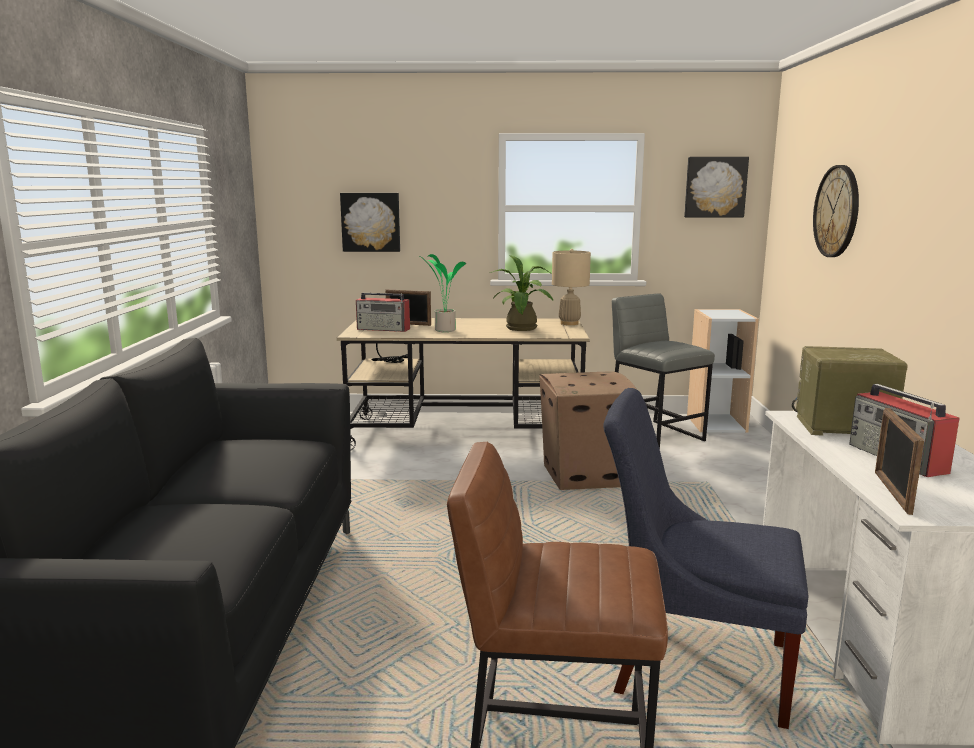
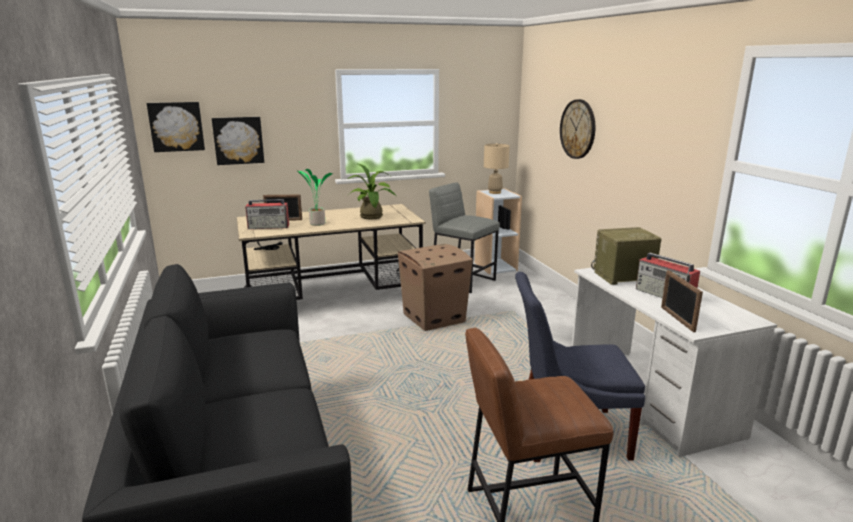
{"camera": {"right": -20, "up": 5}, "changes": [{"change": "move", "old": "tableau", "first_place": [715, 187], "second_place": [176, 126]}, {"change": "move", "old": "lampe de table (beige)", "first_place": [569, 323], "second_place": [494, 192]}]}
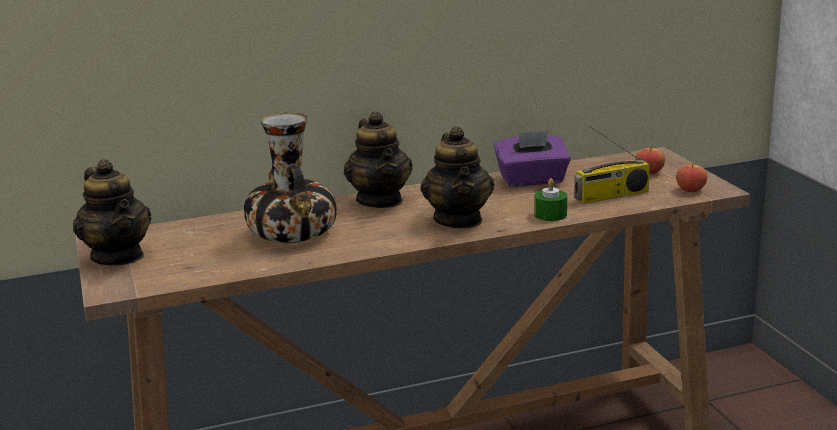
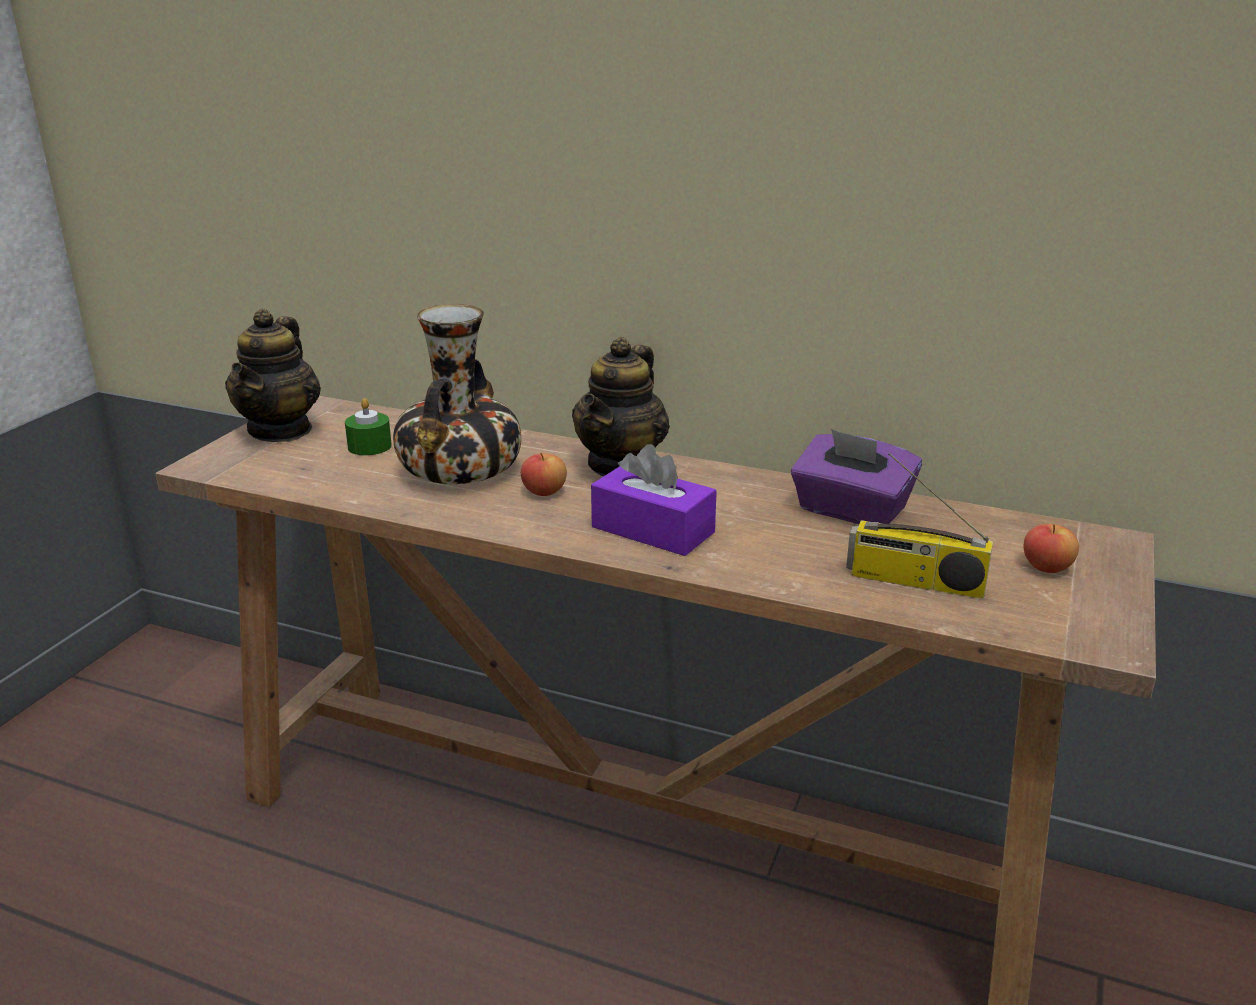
{"camera": {"right": 40, "up": 5}, "changes": [{"change": "replace", "old": "théière", "new": "boîte à mouchoirs (violet)", "first_place": [459, 220], "second_place": [653, 530]}, {"change": "move", "old": "pomme", "first_place": [690, 190], "second_place": [544, 492]}, {"change": "move", "old": "bougie (vert)", "first_place": [550, 215], "second_place": [369, 446]}]}
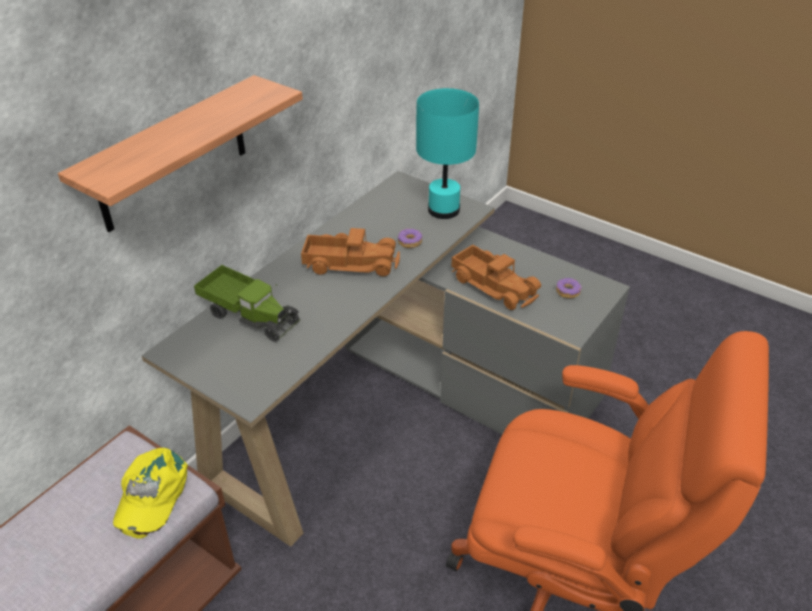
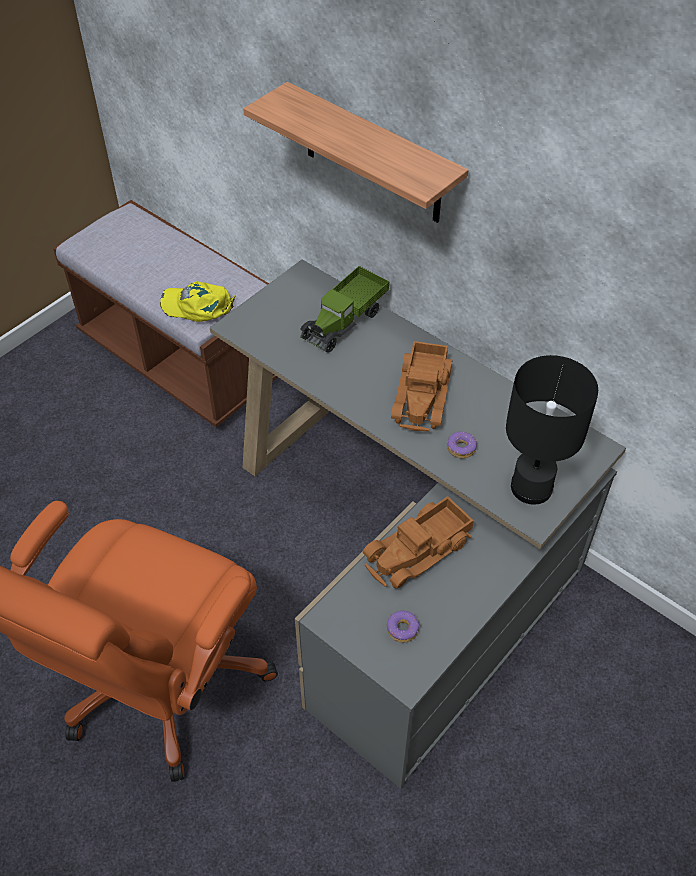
{"camera": {"right": 95, "up": 10}, "changes": [{"change": "recolor", "old": "lampe de table (turquoise)", "new": "lampe de table (noir)", "first_place": [444, 209], "second_place": [532, 488]}]}
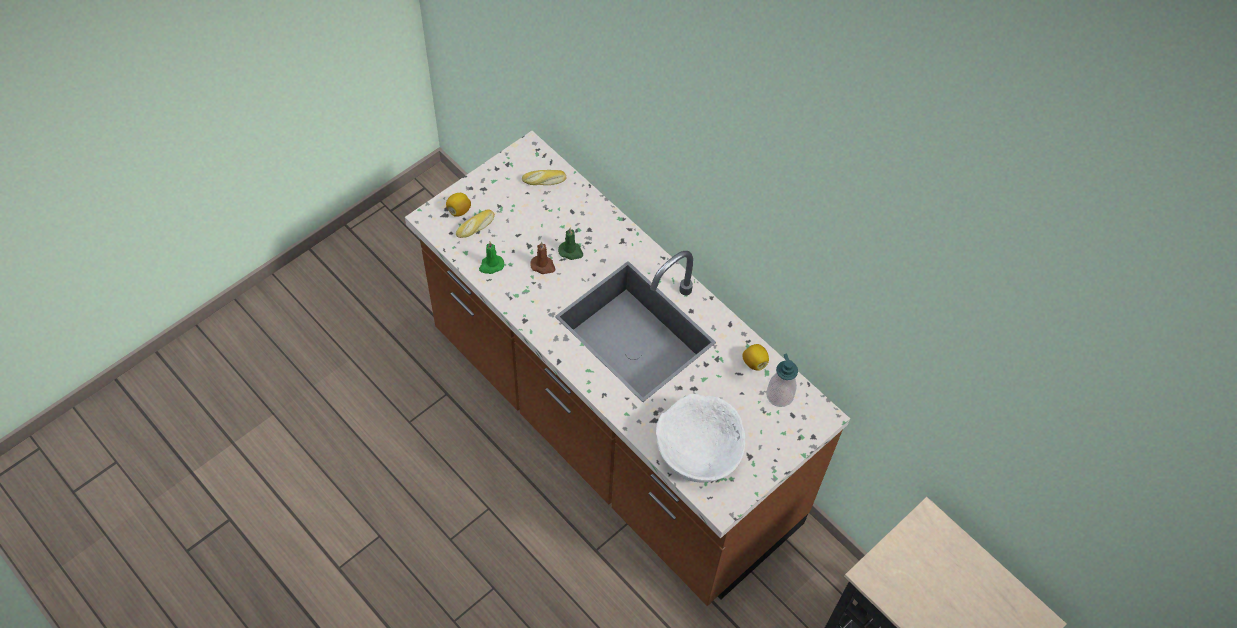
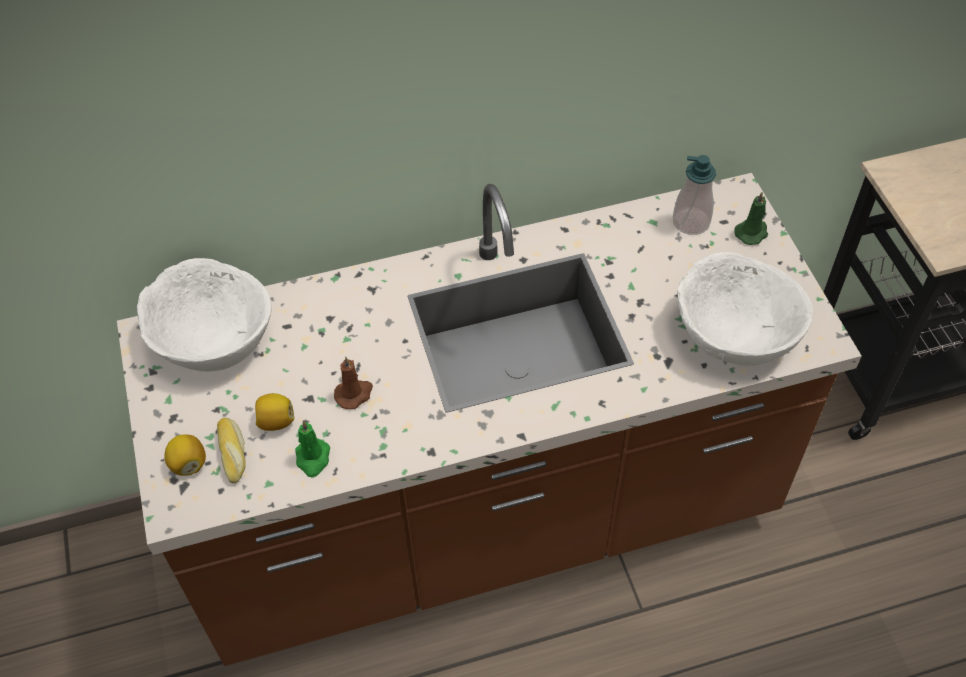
{"camera": {"right": -60, "up": -5}, "changes": [{"change": "replace", "old": "pain", "new": "bol (blanc)", "first_place": [544, 181], "second_place": [214, 339]}, {"change": "move", "old": "bougie (vert)", "first_place": [571, 251], "second_place": [752, 232]}, {"change": "move", "old": "citron", "first_place": [754, 362], "second_place": [275, 421]}]}
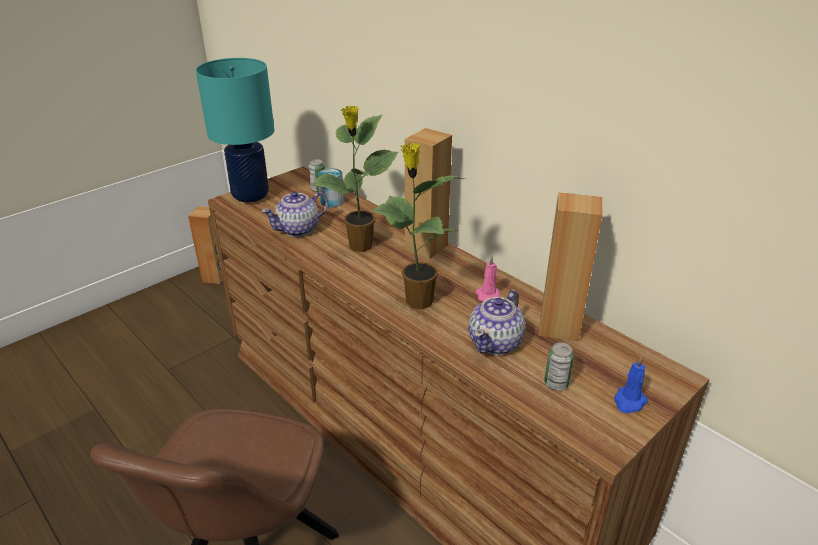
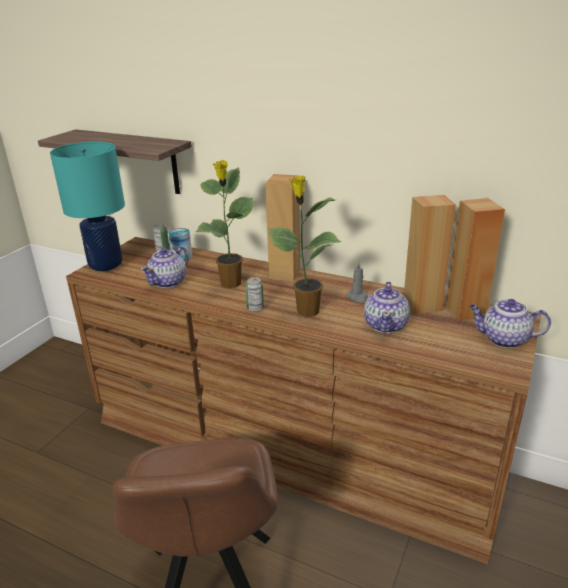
{"camera": {"right": -20, "up": -5}, "changes": [{"change": "move", "old": "enceinte (marron)", "first_place": [216, 277], "second_place": [466, 311]}, {"change": "recolor", "old": "bougie (rose)", "new": "bougie (gris)", "first_place": [488, 297], "second_place": [357, 297]}, {"change": "move", "old": "boîte métallique", "first_place": [556, 384], "second_place": [255, 308]}, {"change": "replace", "old": "bougie (bleu)", "new": "théière", "first_place": [629, 402], "second_place": [503, 339]}, {"change": "insert", "new": "étagère", "second_place": [134, 161]}]}
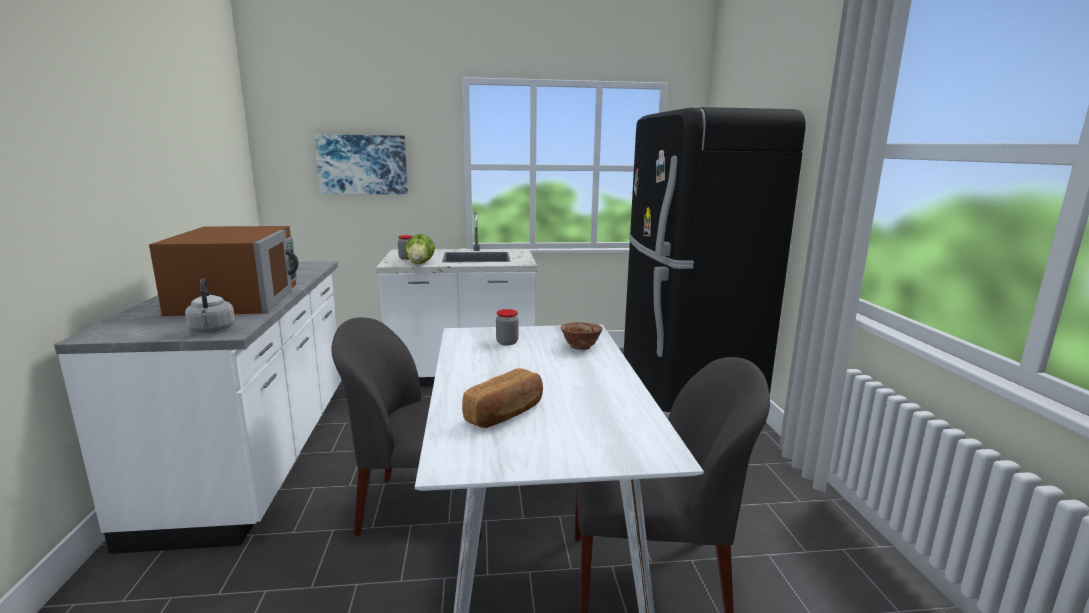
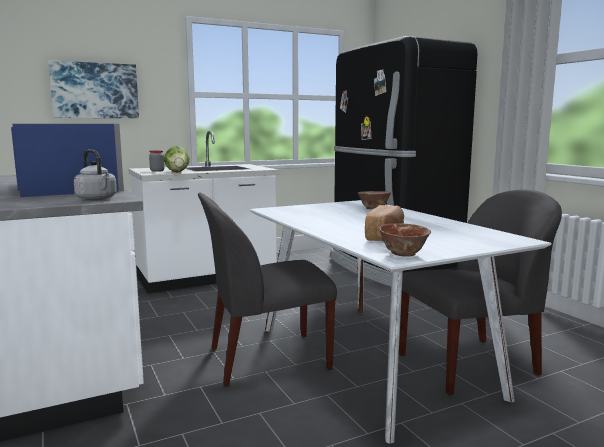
{"camera": {"right": -20, "up": -5}, "changes": [{"change": "recolor", "old": "micro-ondes (marron)", "new": "micro-ondes (bleu)", "first_place": [238, 298], "second_place": [68, 187]}, {"change": "delete", "old": "bocal", "first_place": [507, 342]}, {"change": "insert", "new": "bol", "second_place": [403, 254]}]}
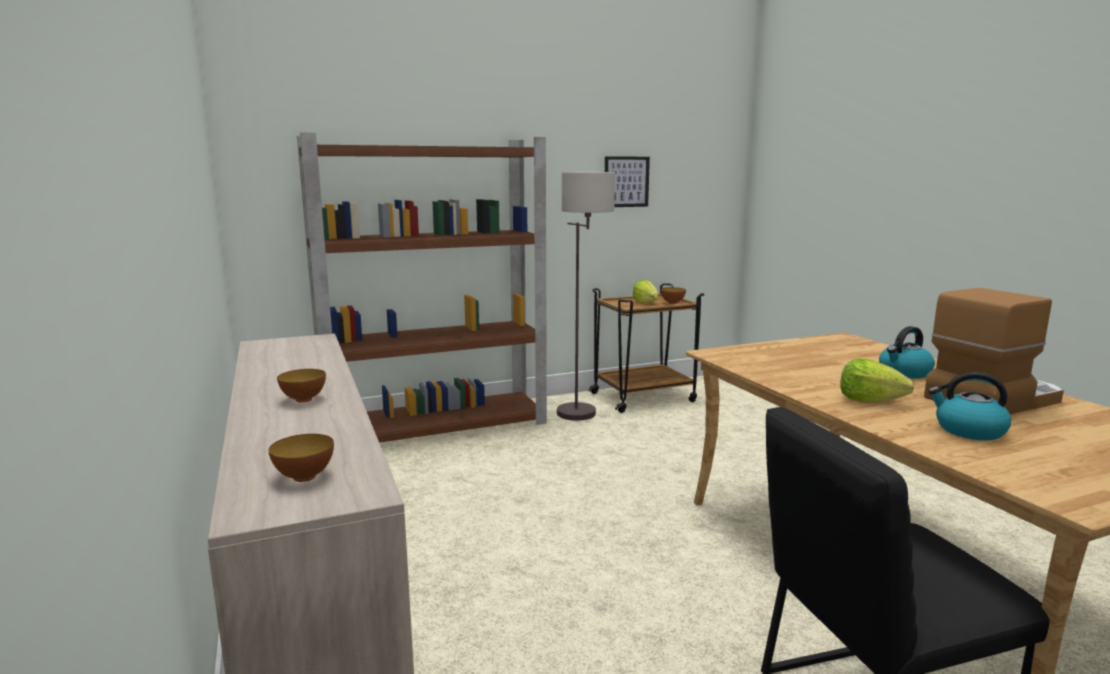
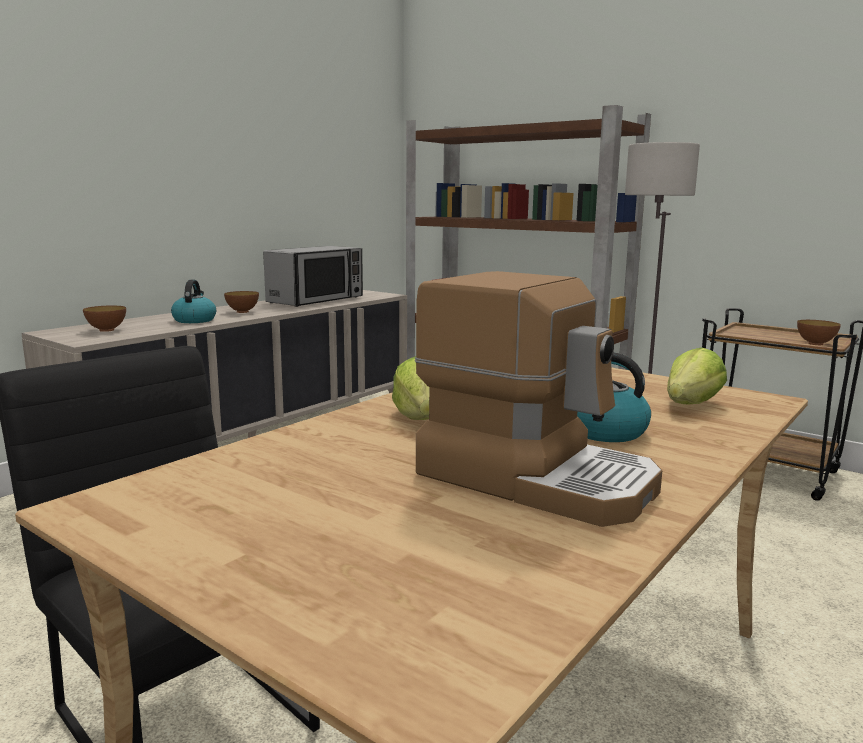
{"camera": {"right": 60, "up": 0}, "changes": [{"change": "delete", "old": "tableau", "first_place": [626, 181]}, {"change": "move", "old": "laitue", "first_place": [646, 302], "second_place": [691, 404]}, {"change": "move", "old": "bouilloire", "first_place": [968, 430], "second_place": [194, 320]}, {"change": "insert", "new": "micro-ondes", "second_place": [316, 300]}]}
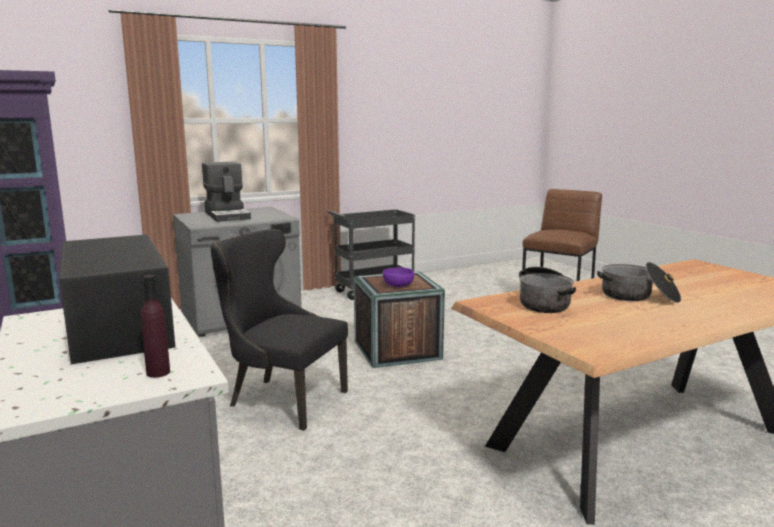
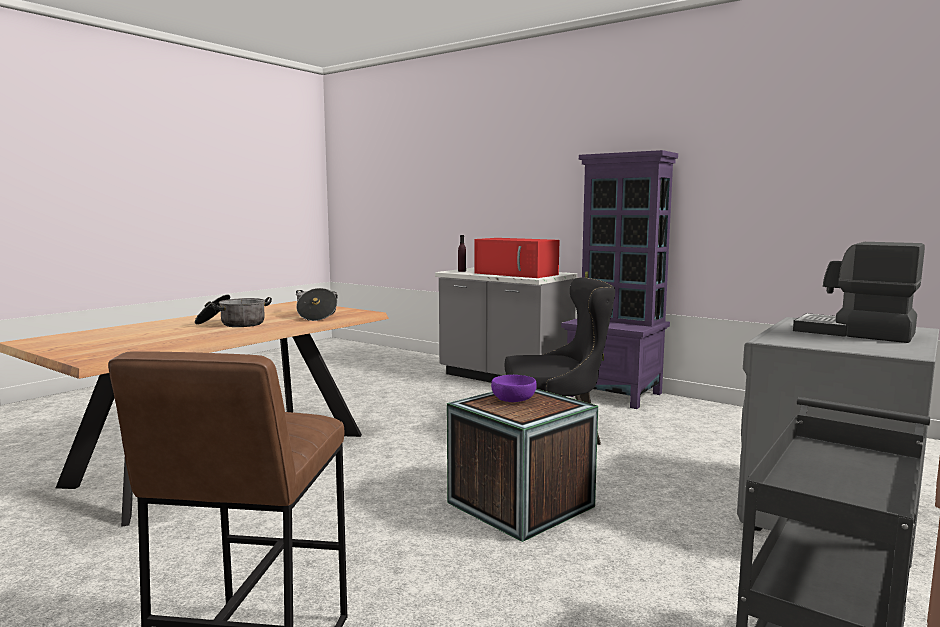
{"camera": {"right": 155, "up": -5}, "changes": [{"change": "recolor", "old": "micro-ondes (noir)", "new": "micro-ondes (rouge)", "first_place": [117, 326], "second_place": [517, 274]}]}
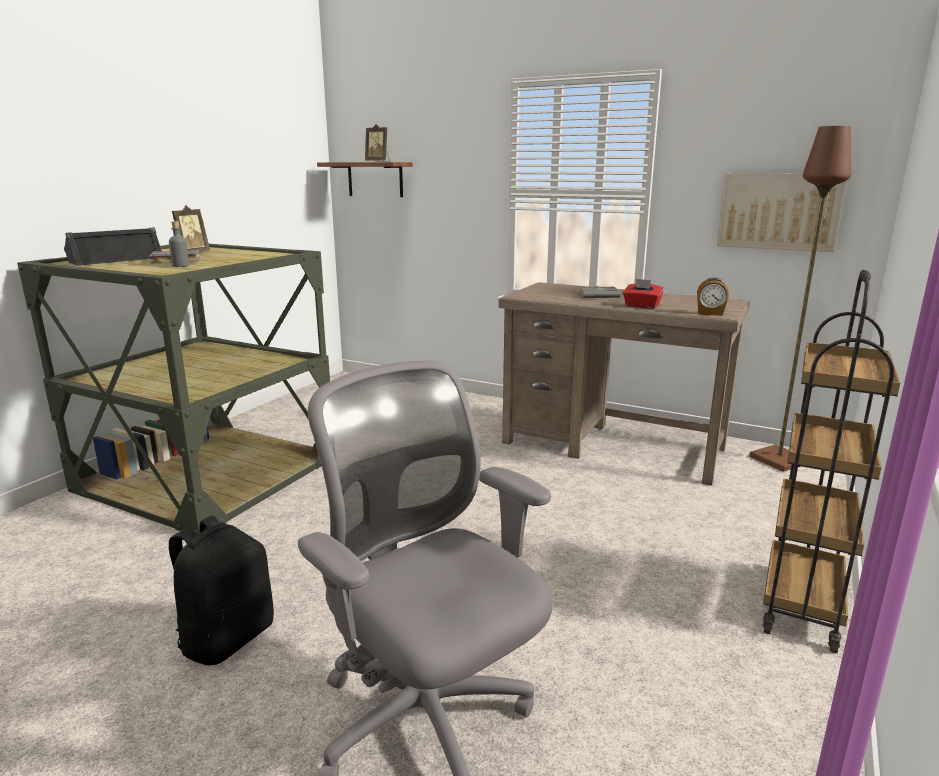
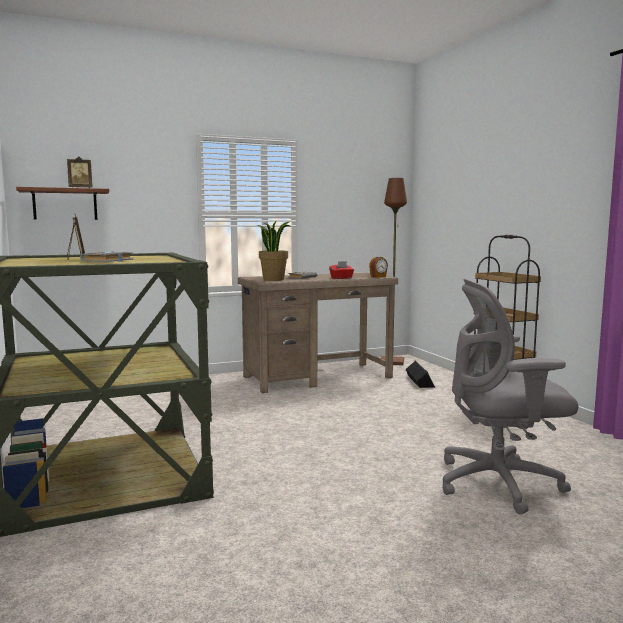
{"camera": {"right": -50, "up": -10}, "changes": [{"change": "delete", "old": "tableau", "first_place": [779, 211]}, {"change": "delete", "old": "bouteille (gris)", "first_place": [181, 266]}, {"change": "move", "old": "enceinte (noir)", "first_place": [116, 260], "second_place": [419, 381]}, {"change": "delete", "old": "sac à dos (noir)", "first_place": [227, 638]}, {"change": "insert", "new": "plante en pot", "second_place": [274, 279]}]}
